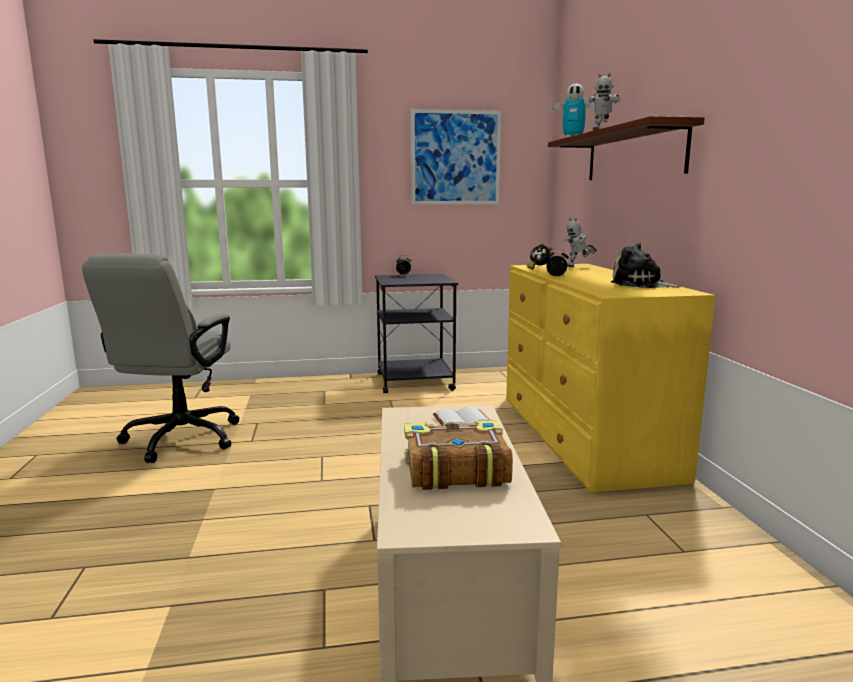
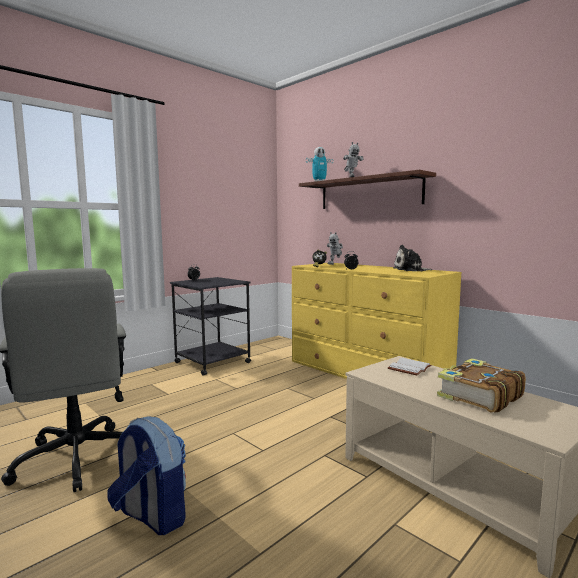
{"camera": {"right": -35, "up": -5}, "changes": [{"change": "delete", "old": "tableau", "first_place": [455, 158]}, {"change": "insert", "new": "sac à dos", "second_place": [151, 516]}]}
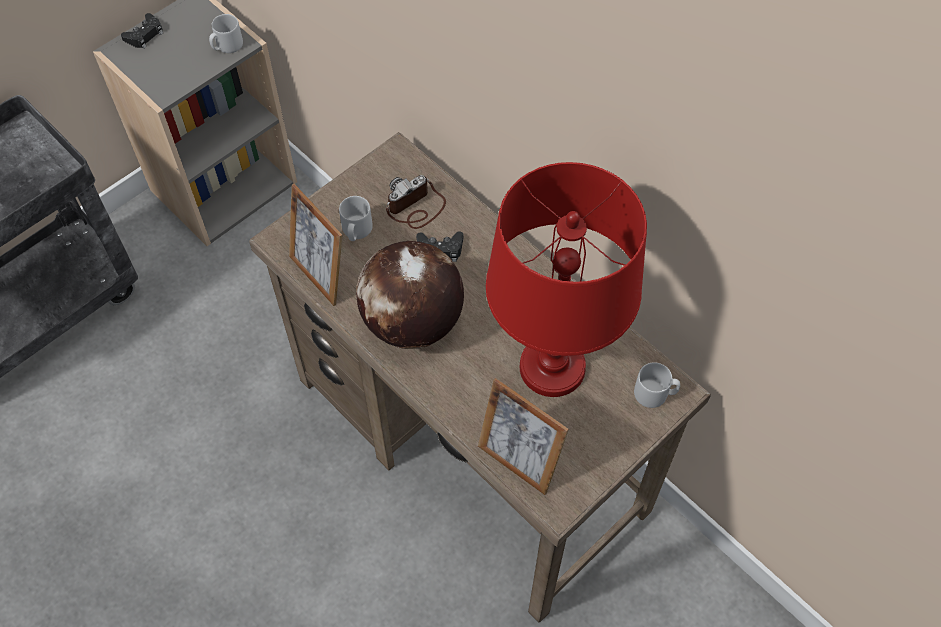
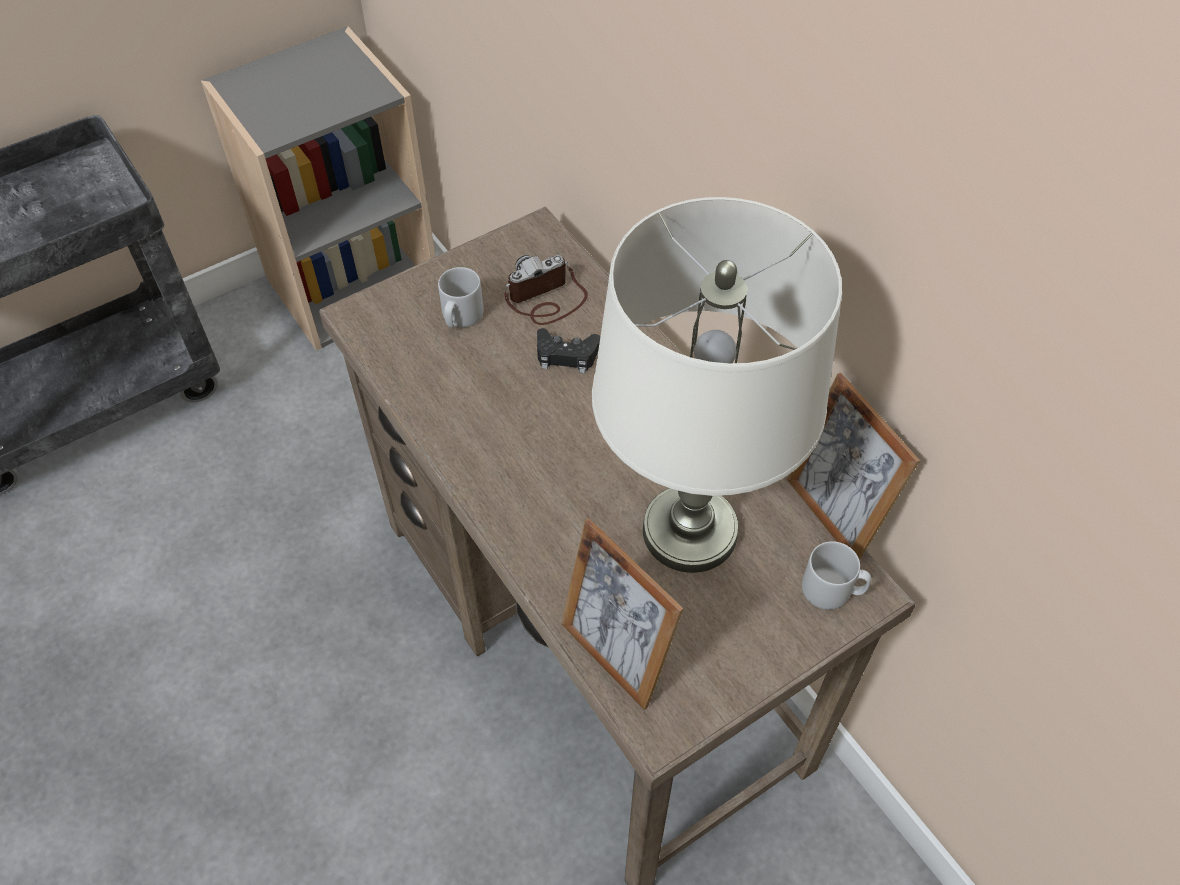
{"camera": {"right": 10, "up": -5}, "changes": [{"change": "delete", "old": "manette (noir)", "first_place": [145, 35]}, {"change": "delete", "old": "mug (gris)", "first_place": [227, 46]}, {"change": "recolor", "old": "lampe de table (rouge)", "new": "lampe de table (blanc)", "first_place": [551, 367], "second_place": [689, 531]}, {"change": "move", "old": "cadre photo", "first_place": [320, 274], "second_place": [833, 513]}, {"change": "delete", "old": "globe", "first_place": [412, 322]}]}
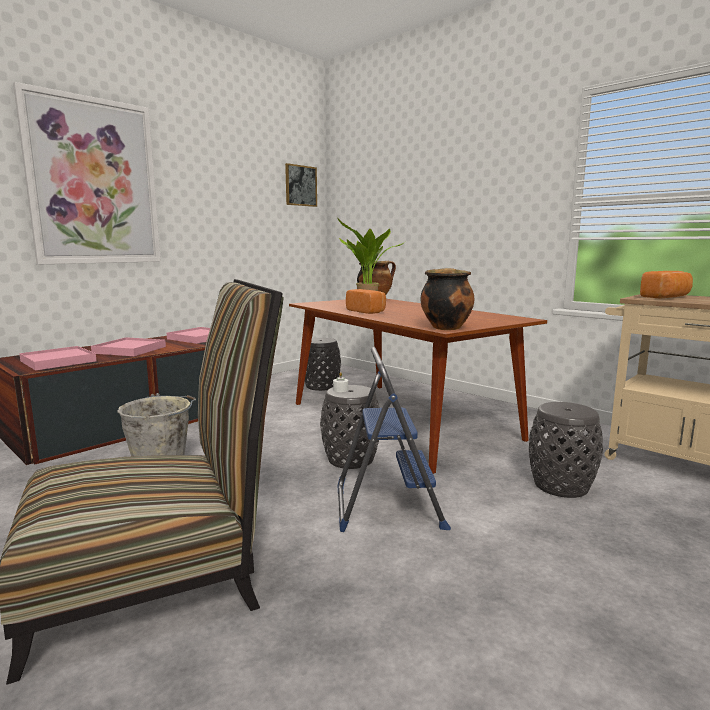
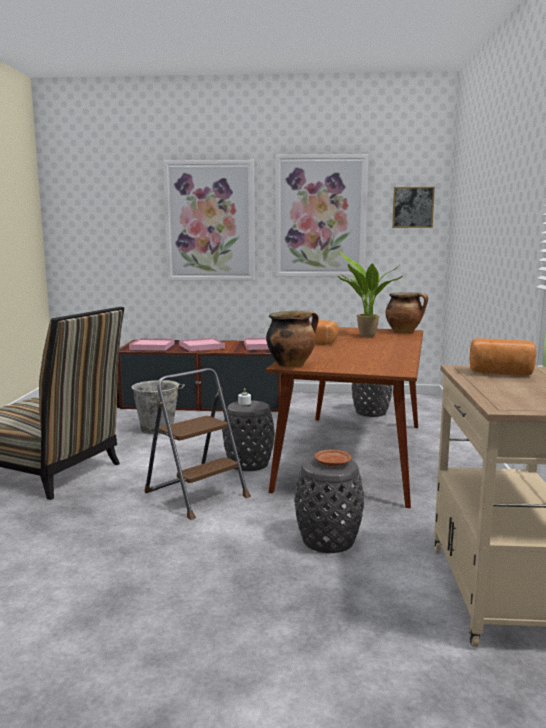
{"camera": {"right": 50, "up": 0}, "changes": [{"change": "recolor", "old": "escabeau (bleu)", "new": "escabeau (marron)", "first_place": [383, 506], "second_place": [194, 493]}, {"change": "insert", "new": "tableau", "second_place": [320, 216]}, {"change": "insert", "new": "assiette (marron)", "second_place": [332, 463]}]}
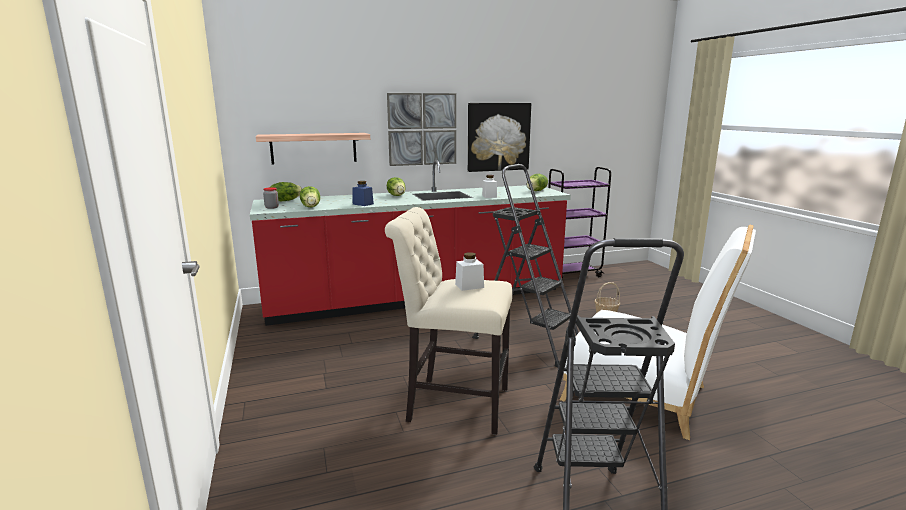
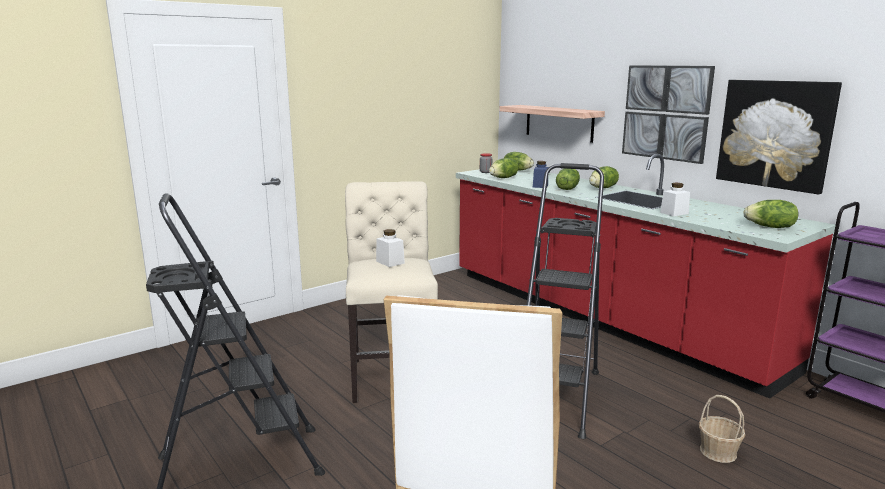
{"camera": {"right": 70, "up": 0}, "changes": [{"change": "insert", "new": "laitue", "second_place": [567, 189]}]}
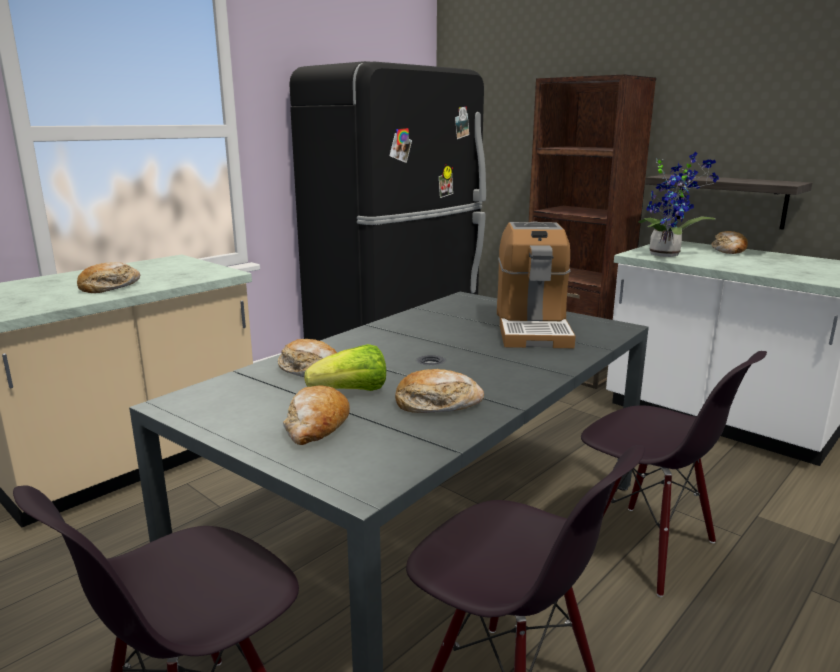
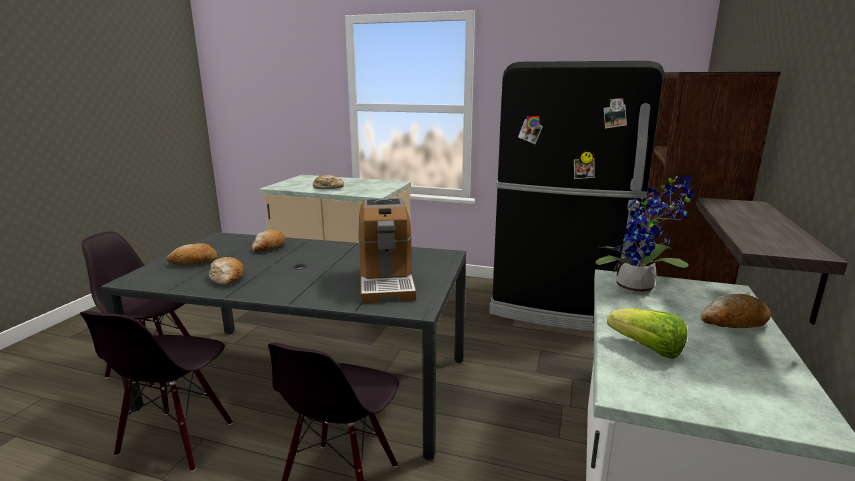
{"camera": {"right": 65, "up": 0}, "changes": [{"change": "rotate", "old": "machine à café", "first_place": [532, 328], "second_place": [386, 282], "degrees": -75}, {"change": "move", "old": "laitue", "first_place": [351, 392], "second_place": [647, 349]}]}
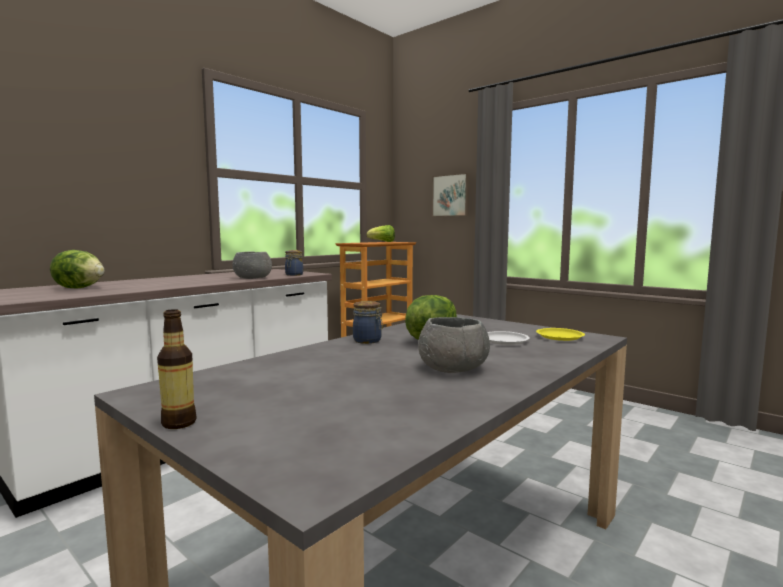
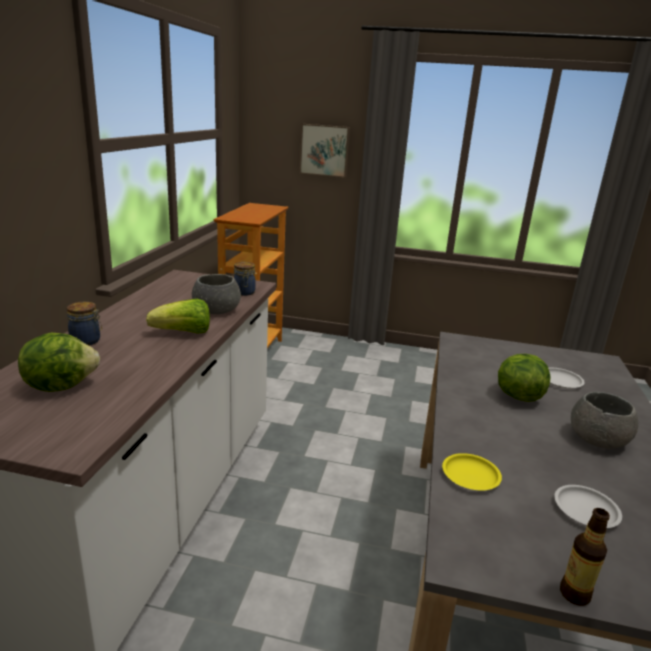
{"camera": {"right": -30, "up": 15}, "changes": [{"change": "move", "old": "laitue", "first_place": [382, 242], "second_place": [183, 333]}, {"change": "move", "old": "bocal", "first_place": [368, 341], "second_place": [87, 341]}, {"change": "move", "old": "assiette (jaune)", "first_place": [559, 337], "second_place": [470, 475]}, {"change": "insert", "new": "assiette (blanc)", "second_place": [586, 510]}]}
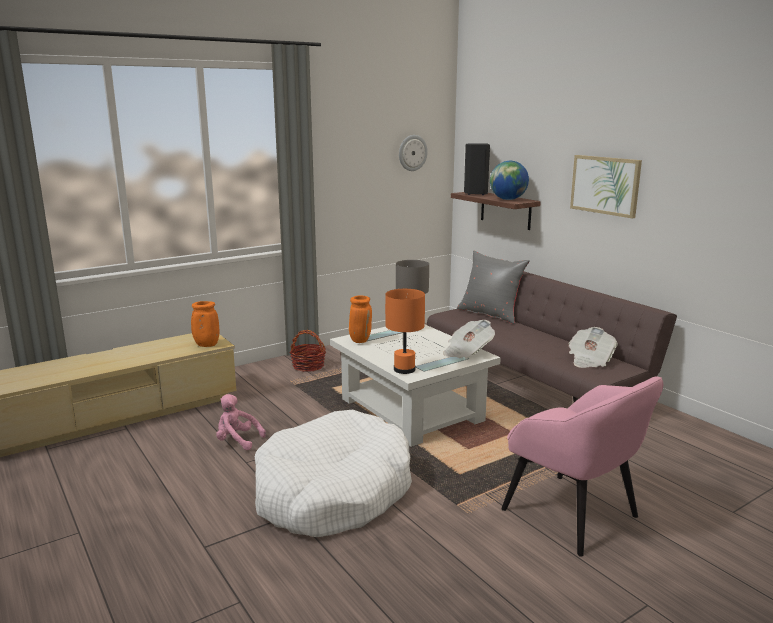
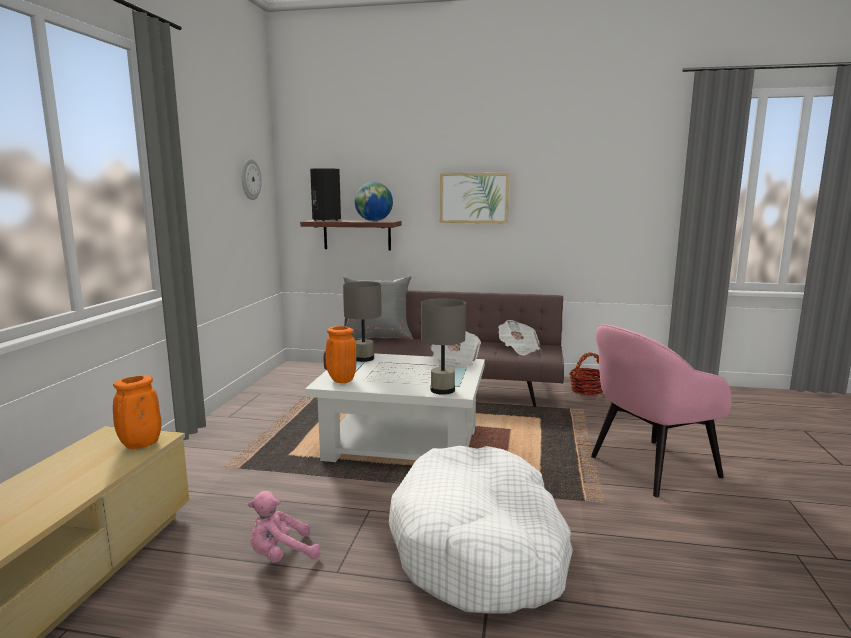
{"camera": {"right": -45, "up": -5}, "changes": [{"change": "recolor", "old": "lampe de table (orange)", "new": "lampe de table (gris)", "first_place": [405, 369], "second_place": [443, 390]}, {"change": "move", "old": "panier", "first_place": [308, 366], "second_place": [587, 390]}, {"change": "rotate", "old": "fauteuil (rose)", "first_place": [572, 514], "second_place": [651, 467], "degrees": 150}]}
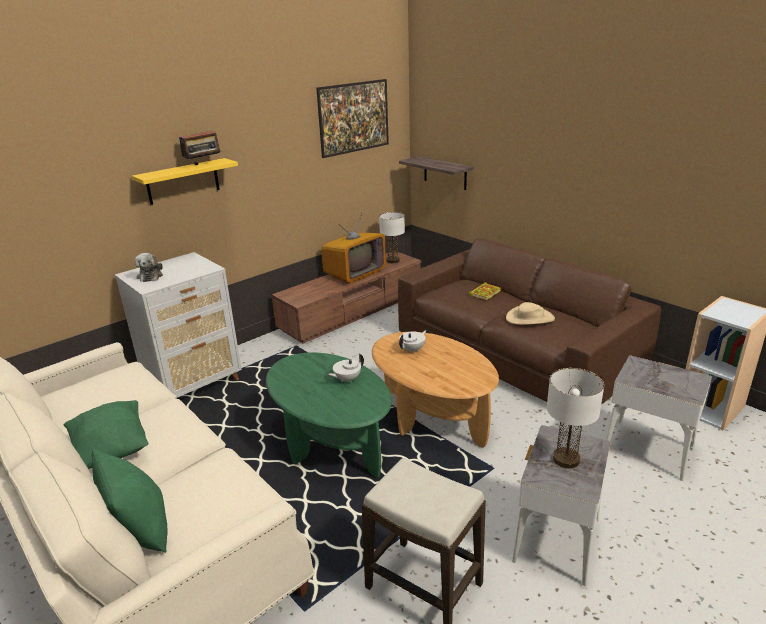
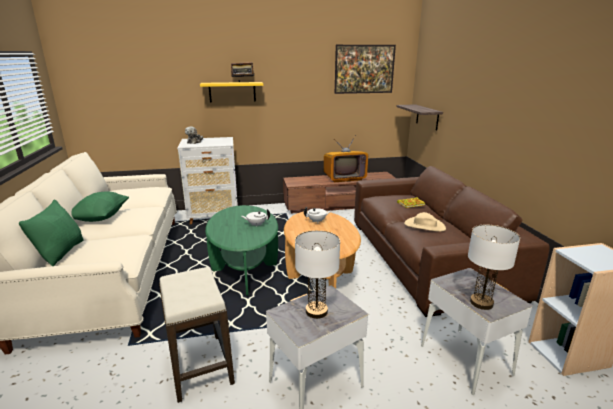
{"camera": {"right": 30, "up": -5}, "changes": [{"change": "move", "old": "lampe de table", "first_place": [392, 261], "second_place": [481, 303]}]}
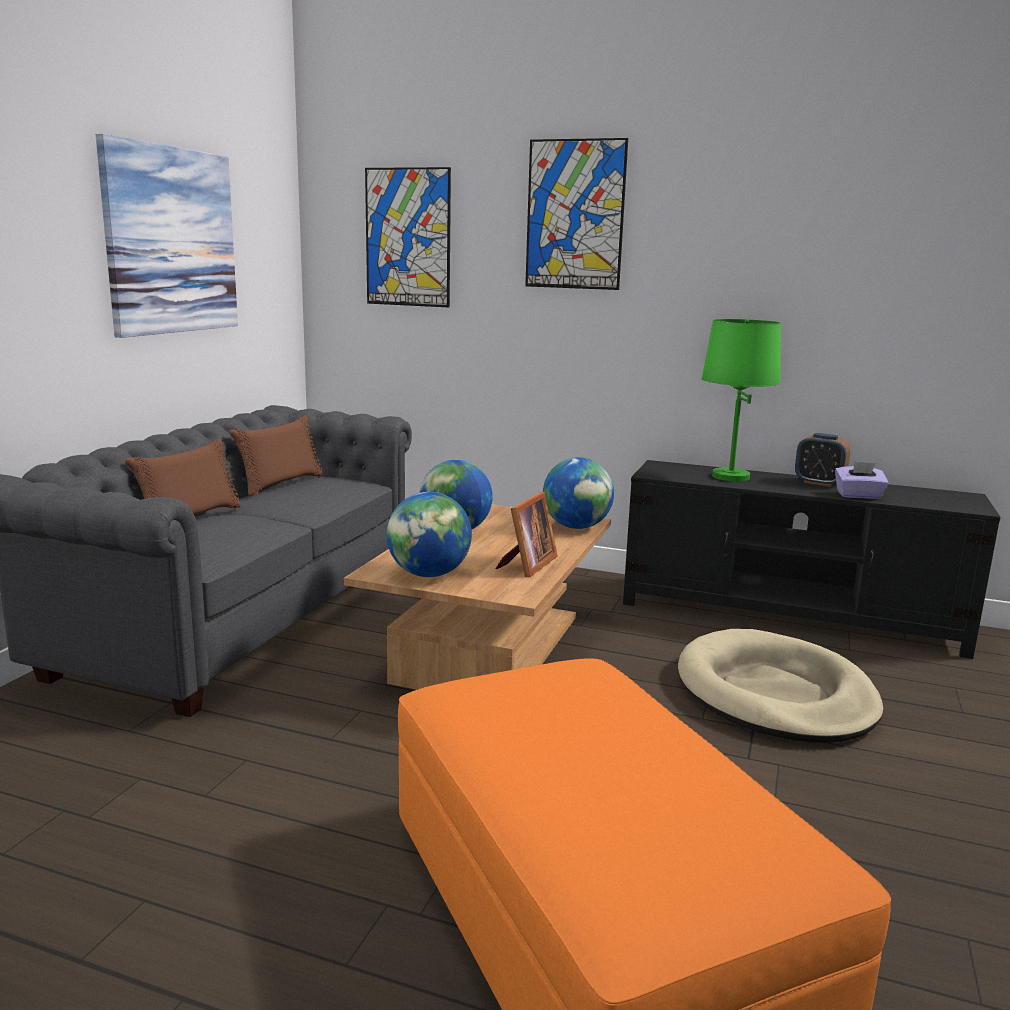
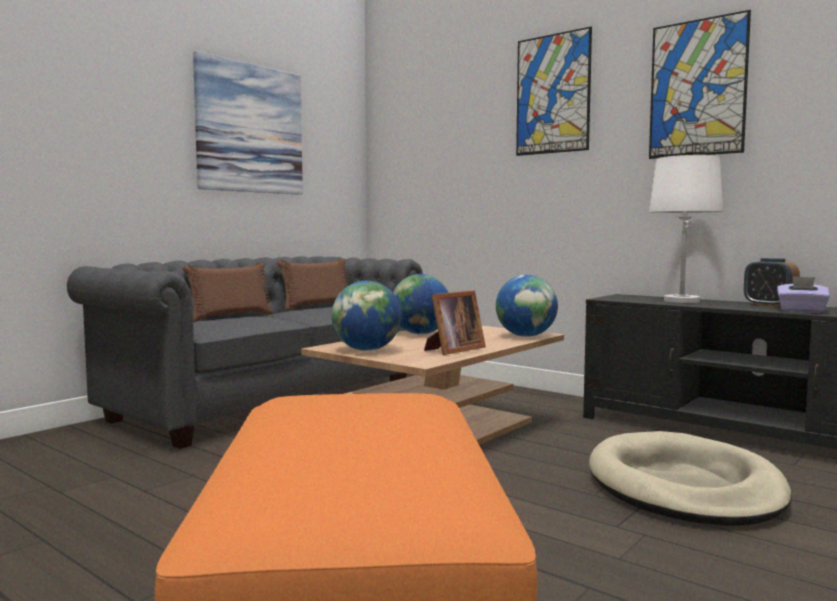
{"camera": {"right": 20, "up": -10}, "changes": [{"change": "move", "old": "tableau", "first_place": [408, 238], "second_place": [697, 88]}, {"change": "recolor", "old": "lampe de table (vert)", "new": "lampe de table (blanc)", "first_place": [730, 477], "second_place": [681, 301]}]}
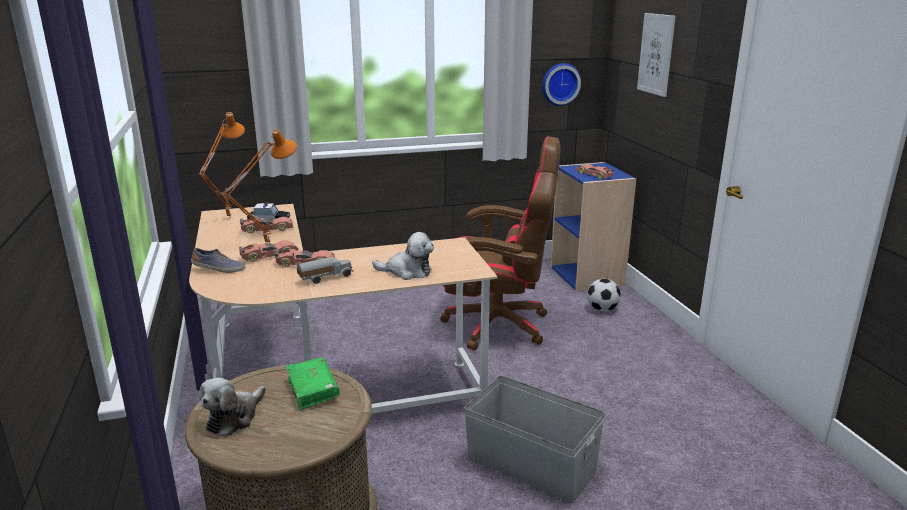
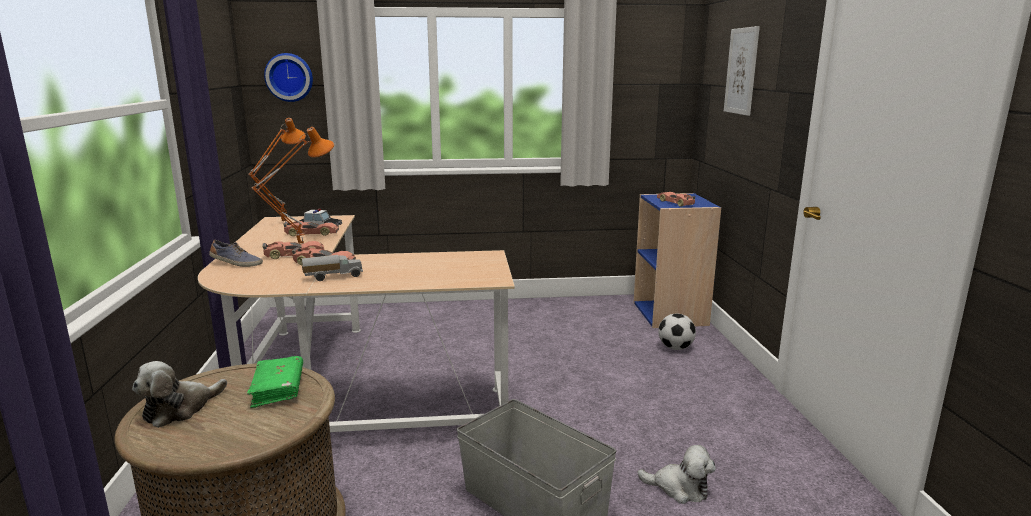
{"camera": {"right": 10, "up": -5}, "changes": [{"change": "move", "old": "horloge murale", "first_place": [560, 84], "second_place": [289, 77]}, {"change": "delete", "old": "chaise de bureau (marron)", "first_place": [496, 325]}, {"change": "move", "old": "peluche", "first_place": [407, 272], "second_place": [679, 488]}]}
